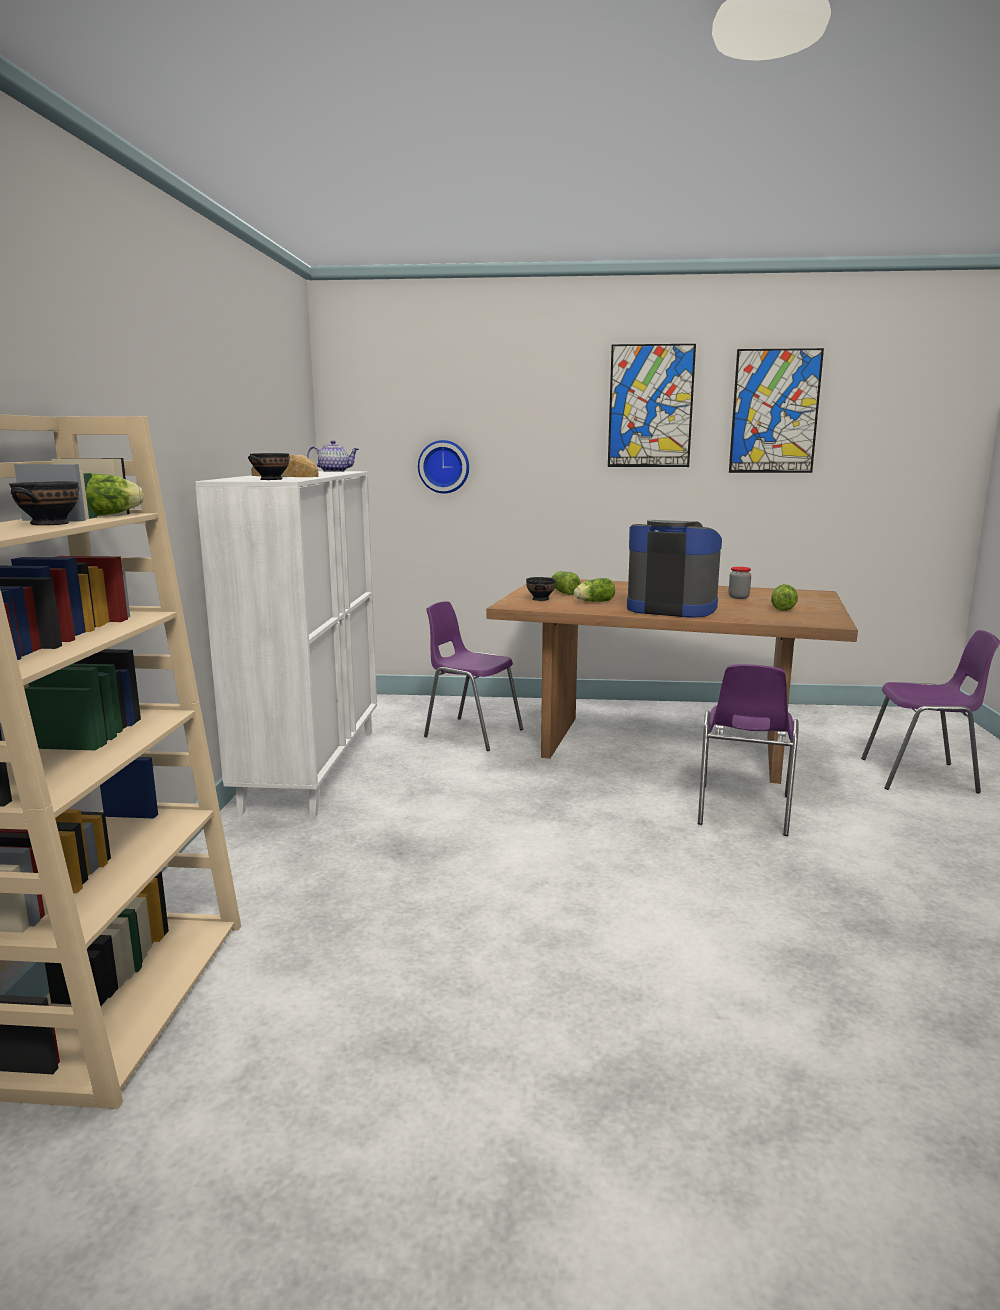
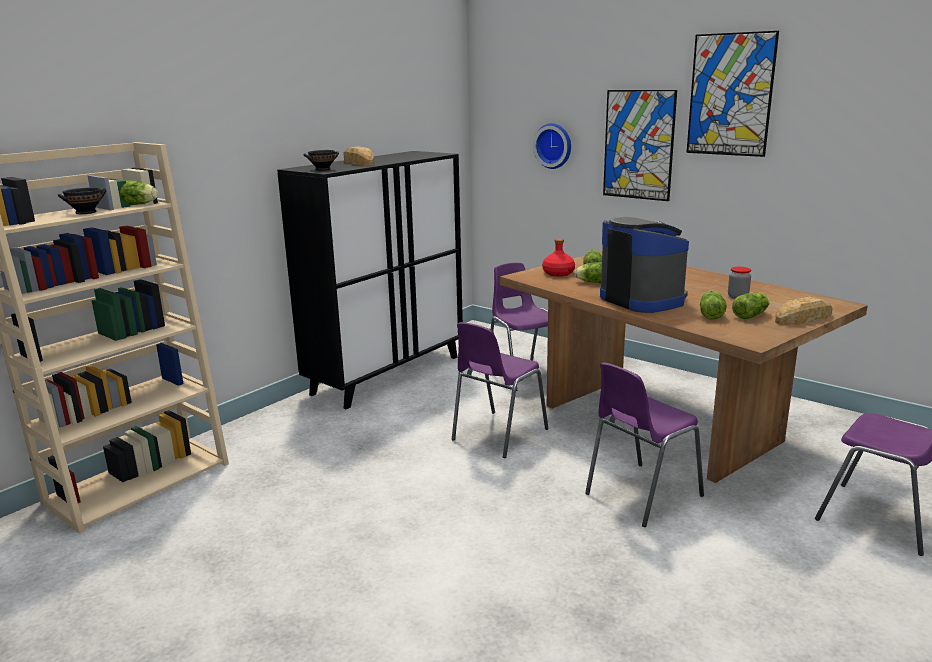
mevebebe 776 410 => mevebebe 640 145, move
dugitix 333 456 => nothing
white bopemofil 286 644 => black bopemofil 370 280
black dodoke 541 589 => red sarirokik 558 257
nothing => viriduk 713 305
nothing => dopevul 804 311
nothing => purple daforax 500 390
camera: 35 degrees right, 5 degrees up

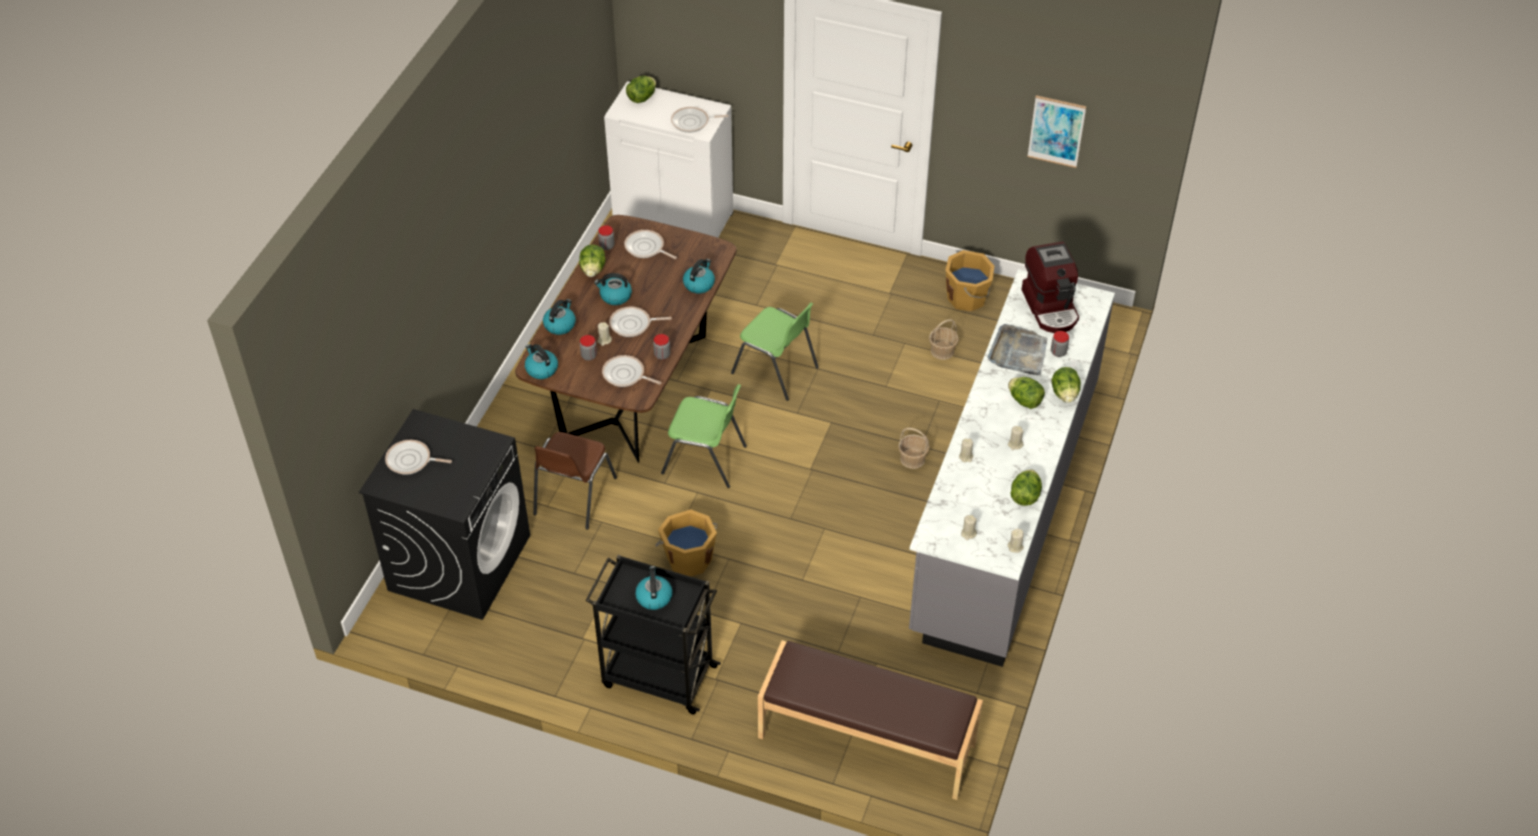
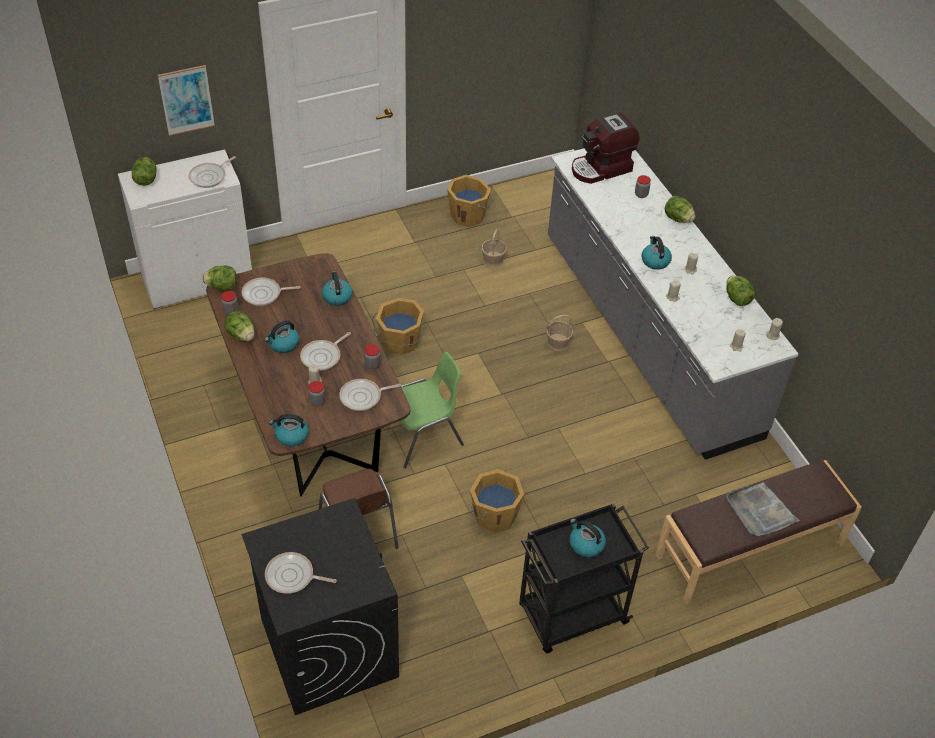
mevebebe 1056 131 => mevebebe 186 100, move
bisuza 1050 287 => bisuza 606 148, 120 degrees clockwise
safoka 559 317 => safoka 657 253, move
green daforax 775 352 => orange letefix 399 326
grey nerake 1017 349 => grey nerake 763 509, move
viriduk 1026 393 => viriduk 219 278, move
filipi 418 457 => filipi 301 573, 45 degrees clockwise
camera: 45 degrees left, 0 degrees up

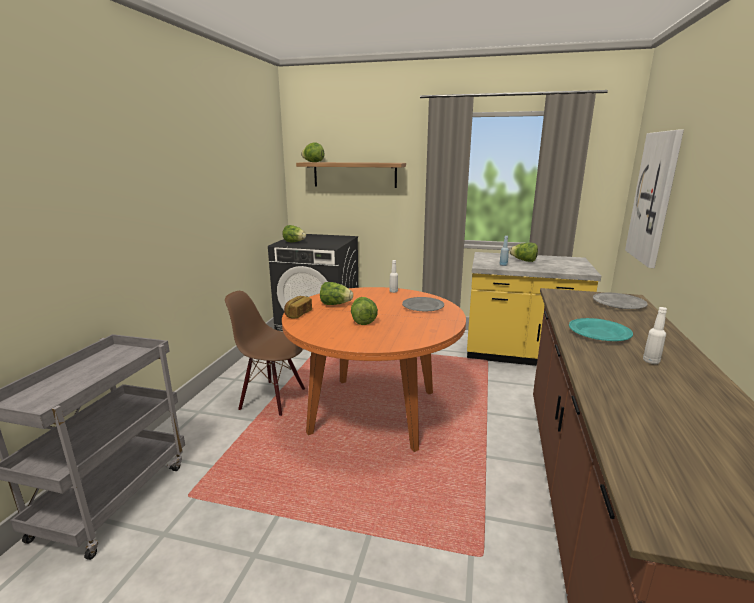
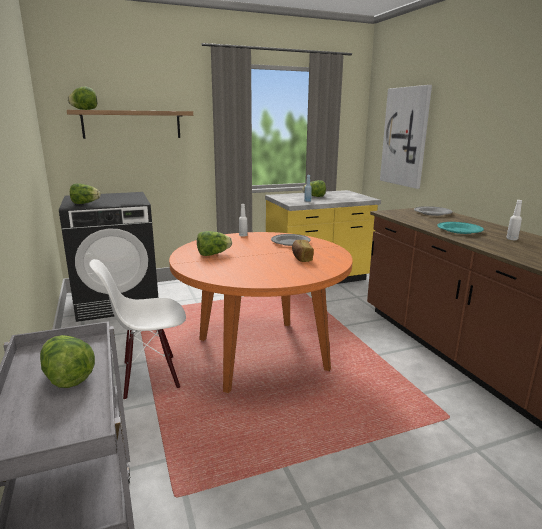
brown daforax 265 353 => white daforax 137 329
dopevul 298 307 => dopevul 303 251, move
viriduk 364 311 => viriduk 67 361, move
camera: 35 degrees left, 0 degrees up

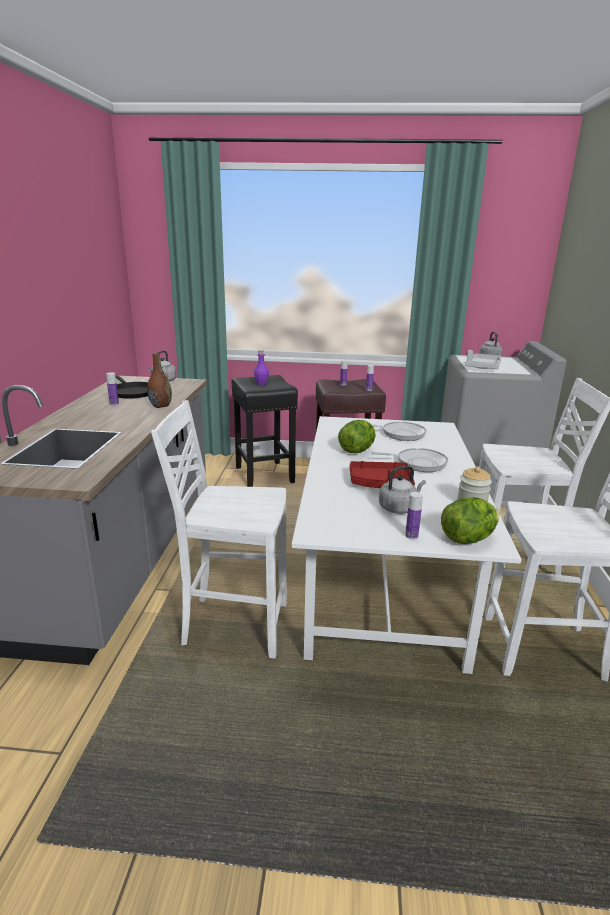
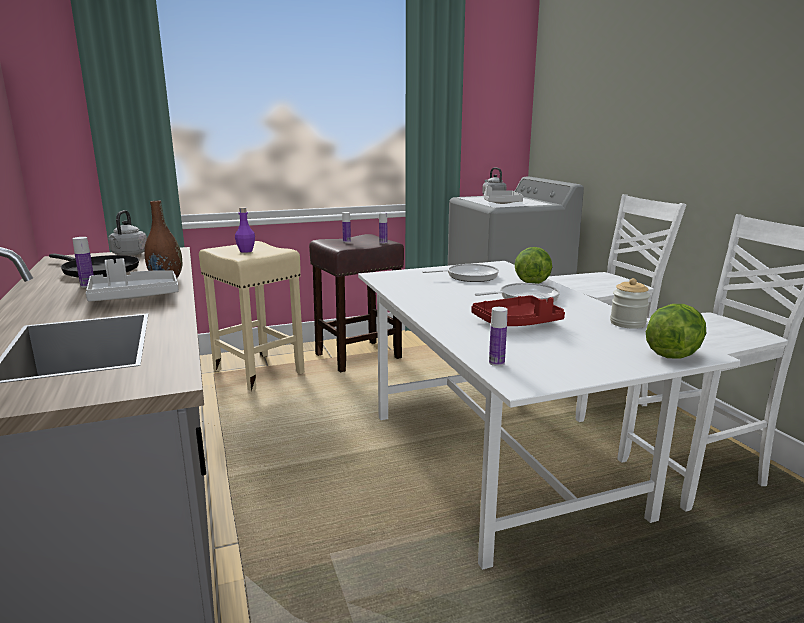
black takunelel 264 431 => beige takunelel 252 316
white daforax 219 529 => nothing
viriduk 357 436 => viriduk 533 265, move
grey safoka 402 489 => nothing
sarirokik 414 515 => sarirokik 498 336, move
nothing => grey nerake 132 280
camera: 25 degrees left, 5 degrees down

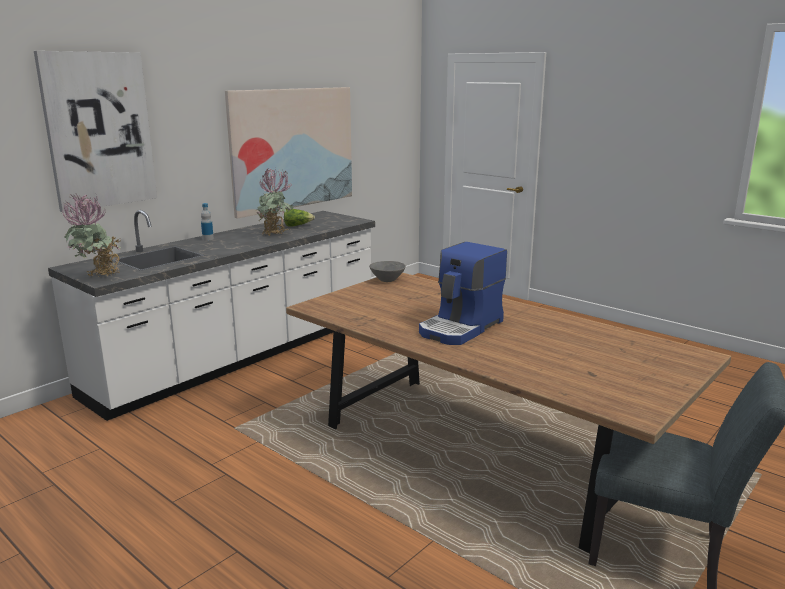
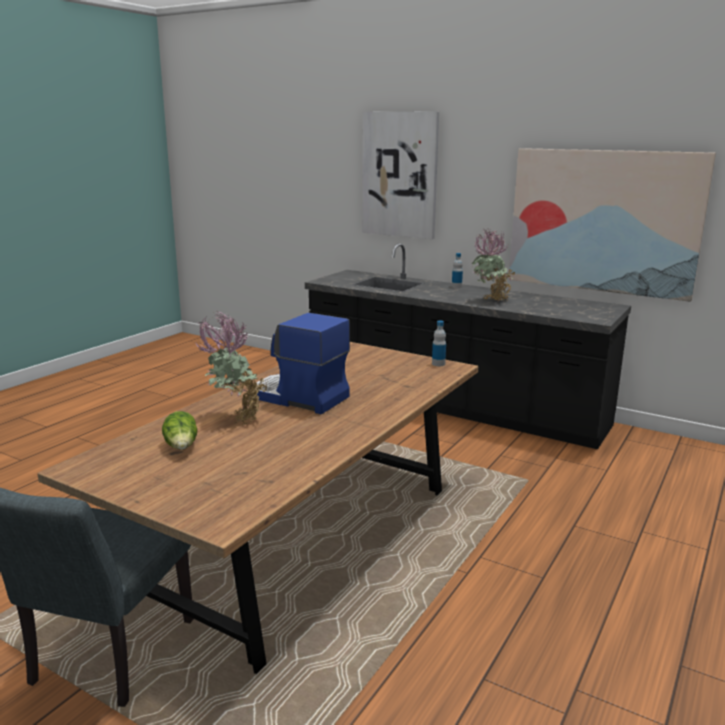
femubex 92 235 => femubex 230 368, move
viriduk 299 218 => viriduk 179 430, move
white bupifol 211 315 => black bupifol 468 346
grey dodoke 387 271 => sarirokik 439 343
camera: 80 degrees right, 0 degrees up

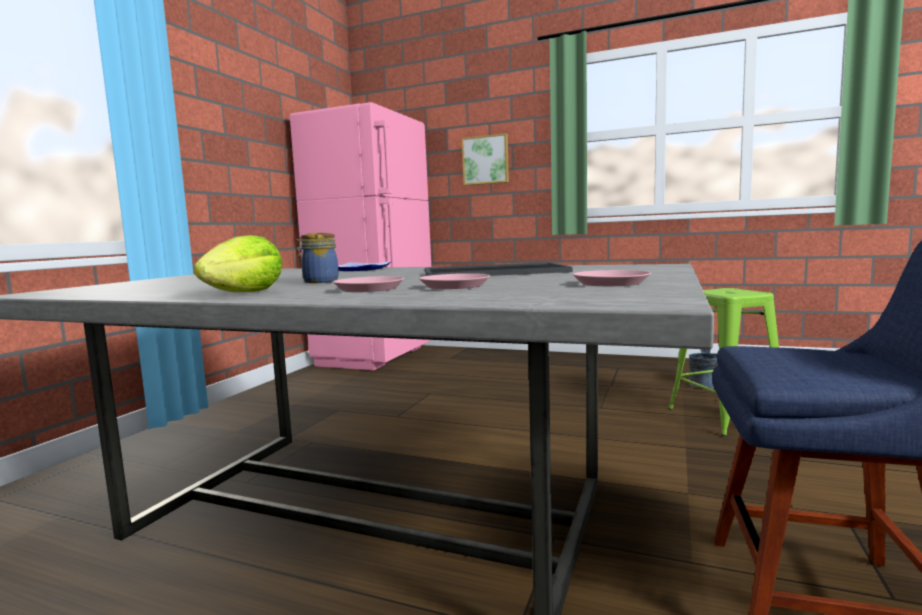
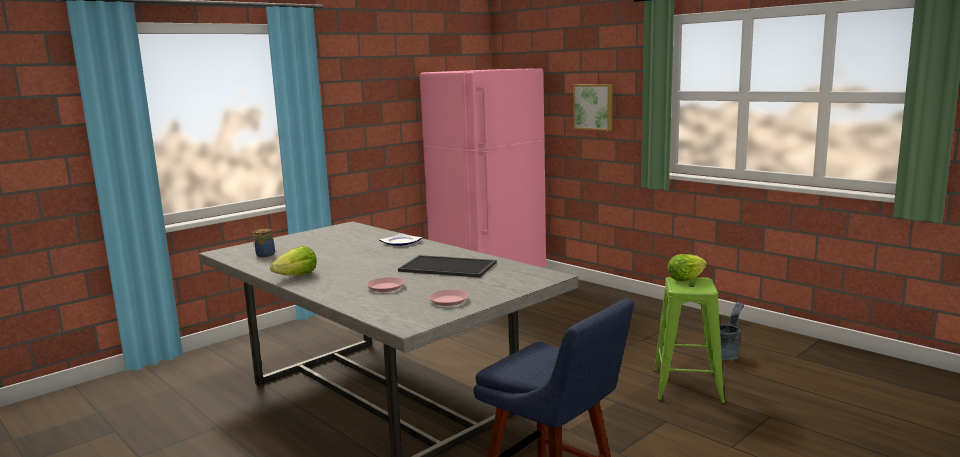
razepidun 317 258 => razepidun 264 243, move
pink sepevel 368 284 => nothing
nothing => viriduk 687 267
camera: 25 degrees right, 5 degrees up

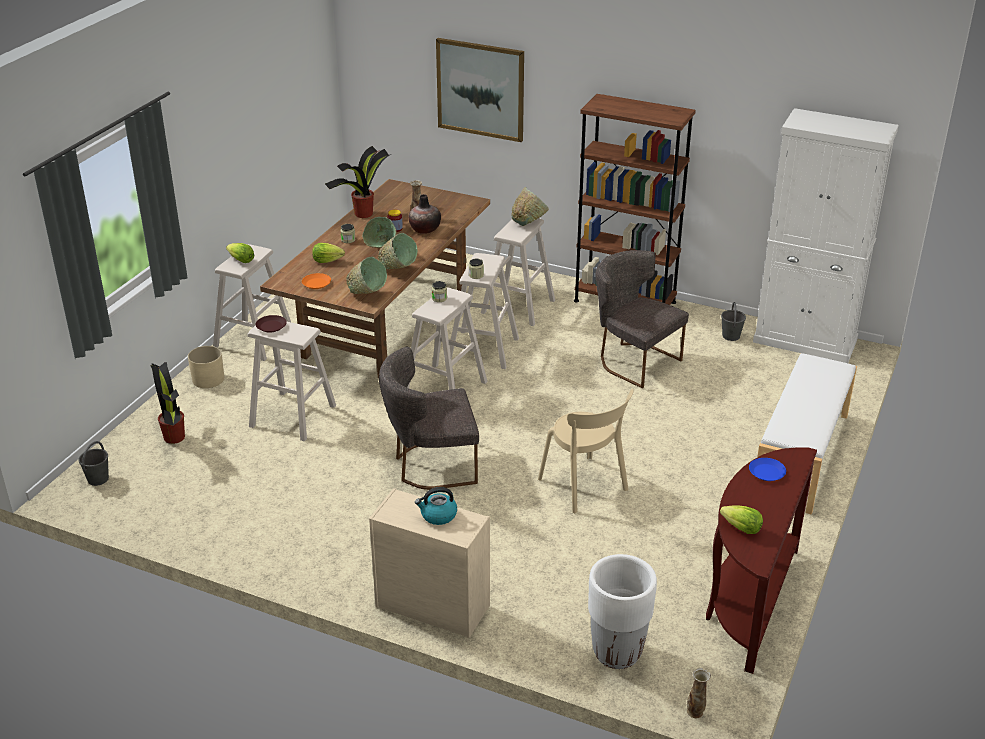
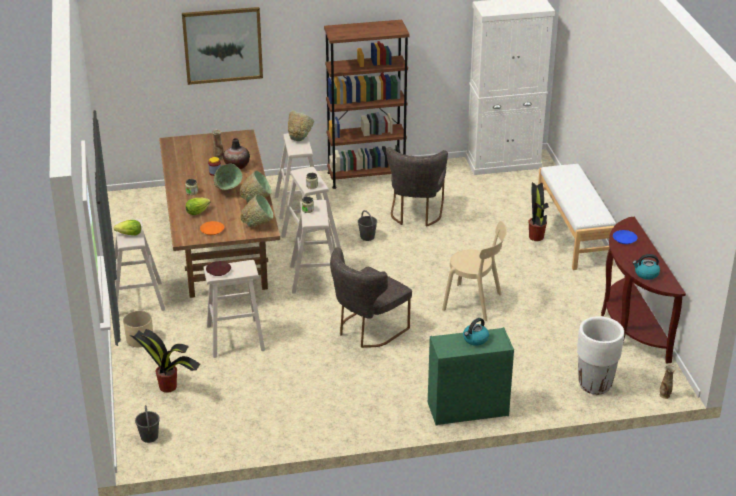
femubex 358 182 => femubex 538 211, move
grey daforax 642 319 => grey daforax 417 187, 90 degrees counterclockwise
grey letefix 733 321 => grey letefix 367 225, move
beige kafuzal 429 563 => green kafuzal 471 376
viriduk 741 519 => safoka 646 267
camera: 35 degrees left, 0 degrees up

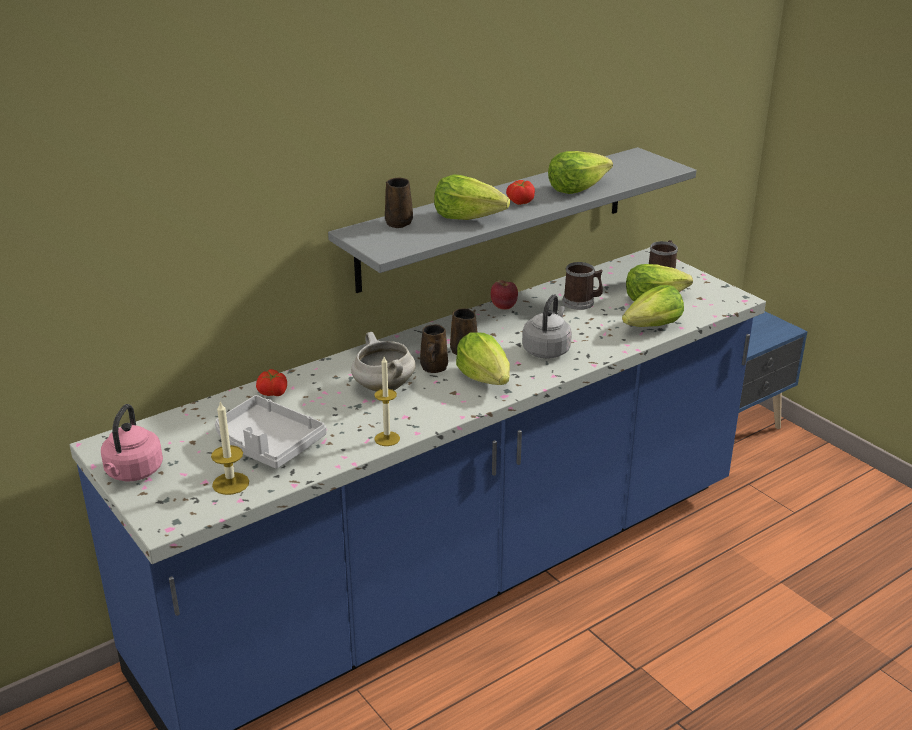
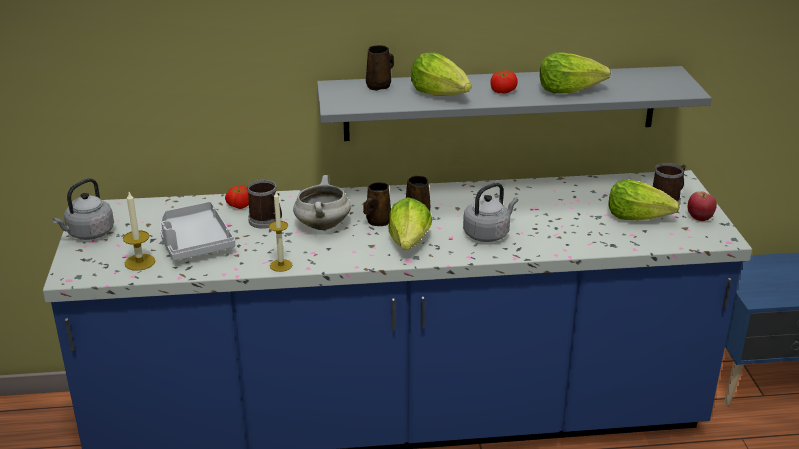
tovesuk 583 286 => tovesuk 264 204, move
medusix 504 295 => medusix 702 206, move
viriduk 653 306 => nothing
pink safoka 132 442 => grey safoka 83 209
camera: 30 degrees right, 0 degrees up

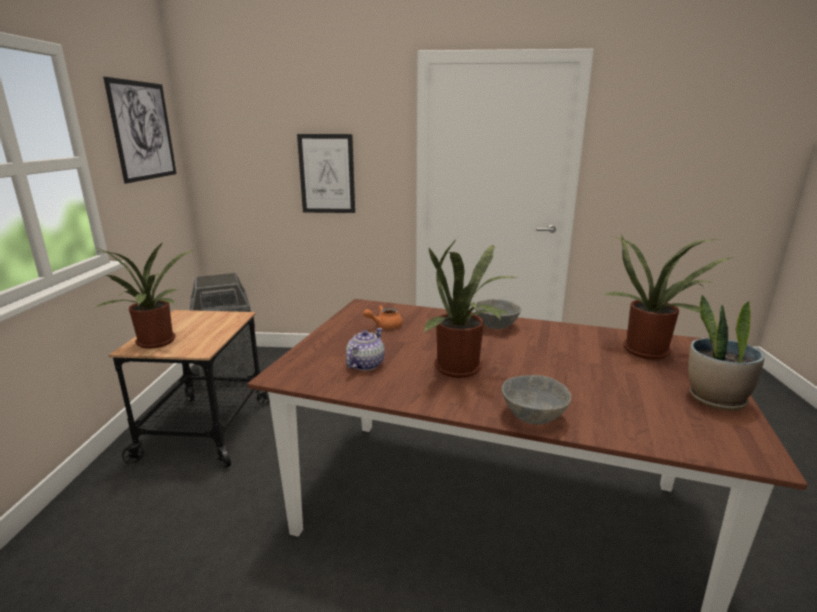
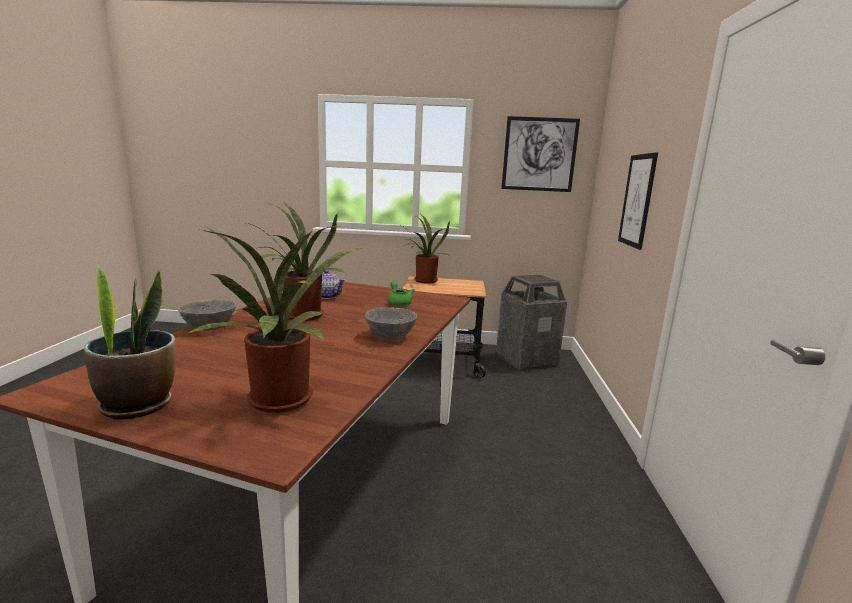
orange dugitix 383 317 => green dugitix 401 293
camera: 90 degrees right, 5 degrees down

